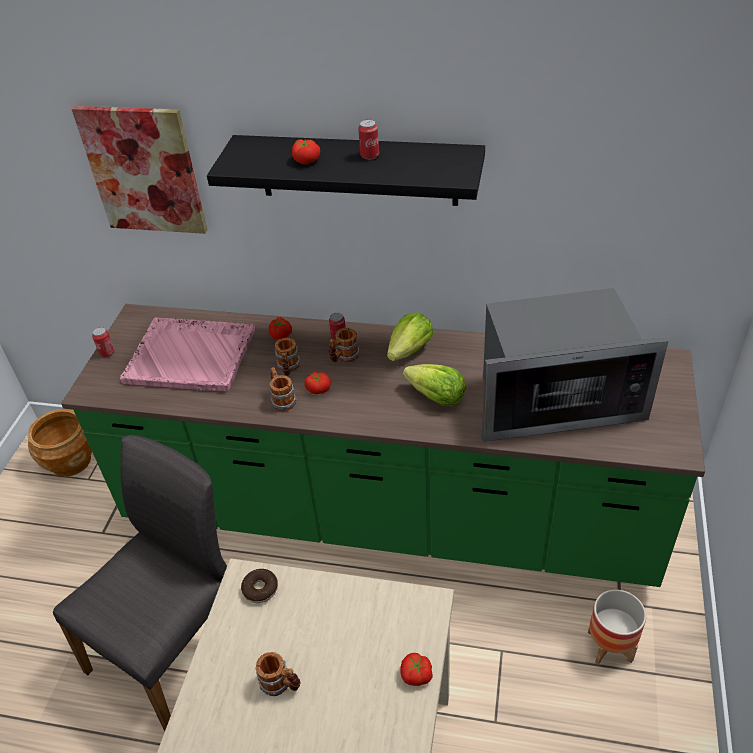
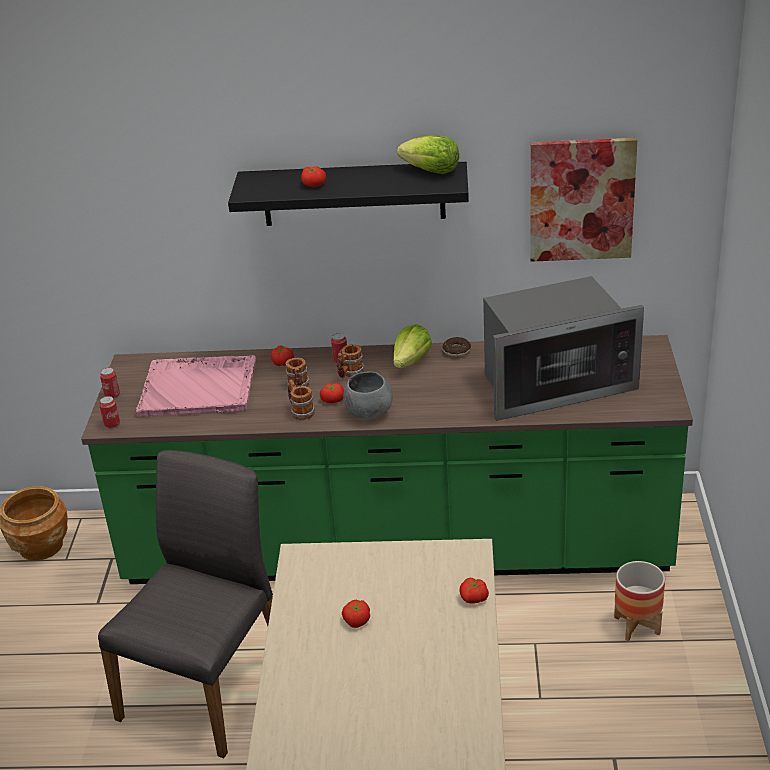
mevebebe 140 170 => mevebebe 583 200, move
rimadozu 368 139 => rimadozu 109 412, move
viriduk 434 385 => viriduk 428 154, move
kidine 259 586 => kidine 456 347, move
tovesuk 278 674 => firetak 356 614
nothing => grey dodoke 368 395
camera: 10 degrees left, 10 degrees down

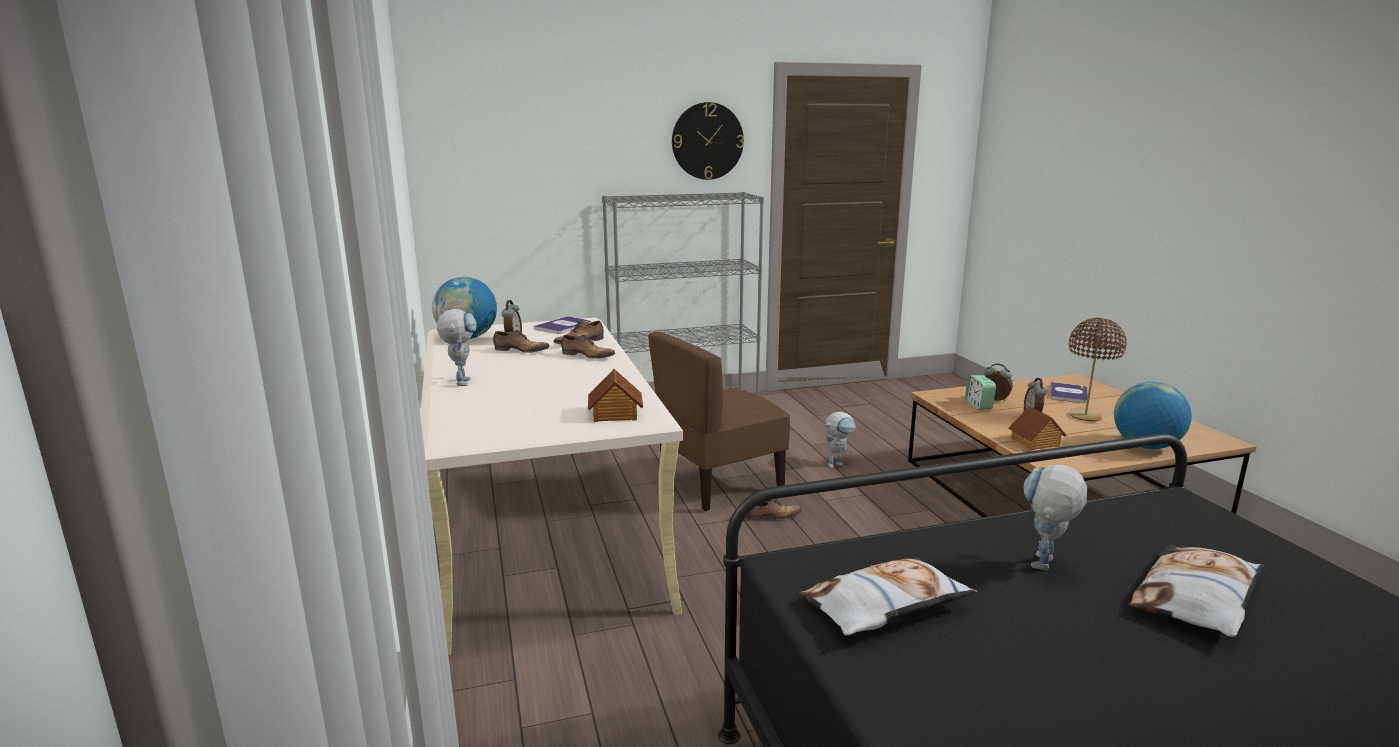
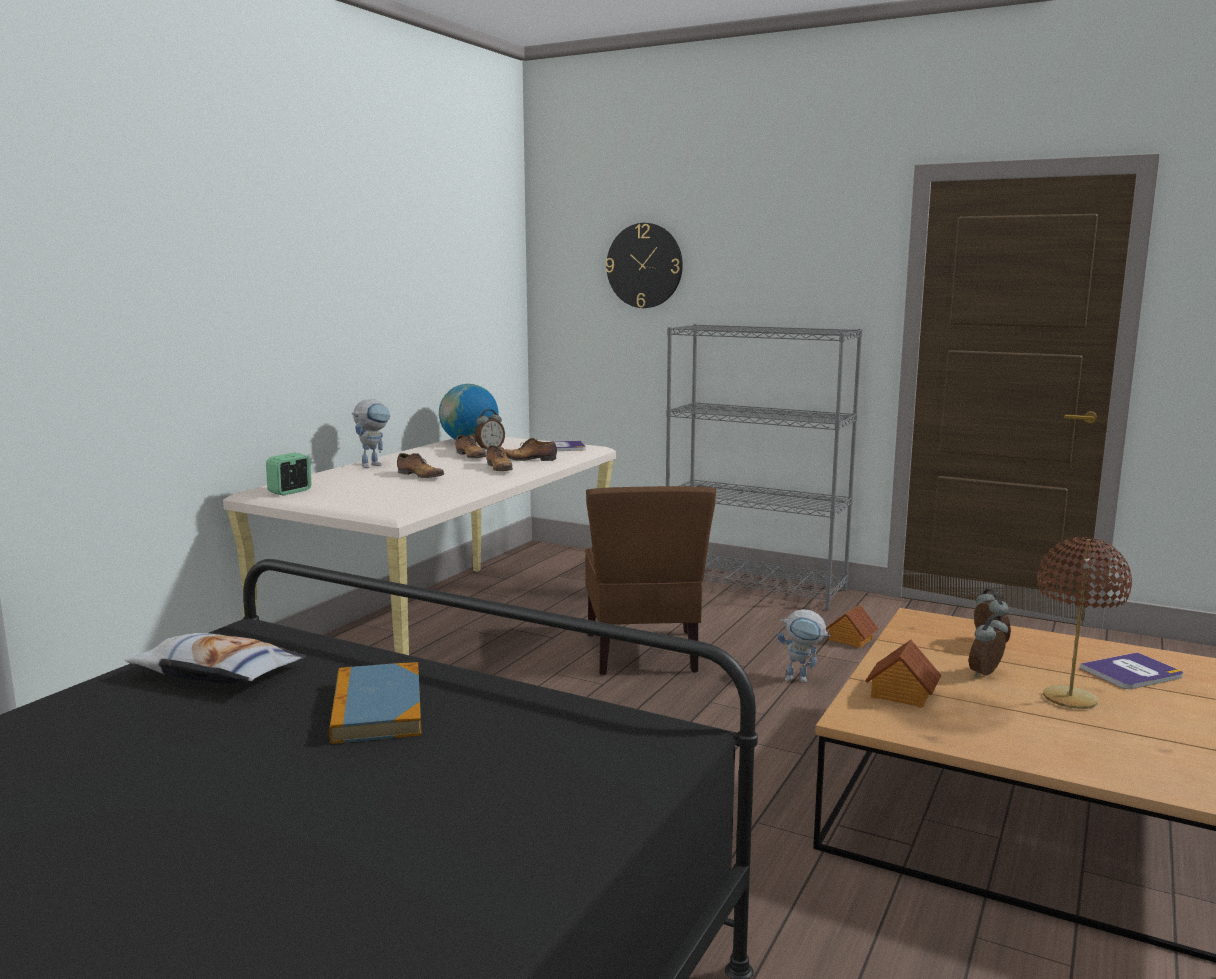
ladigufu 708 141 => ladigufu 644 265, move
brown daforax 719 421 => brown daforax 650 581, 105 degrees counterclockwise
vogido 615 395 => vogido 852 626, move
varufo 980 392 => varufo 289 474, move
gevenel 1153 415 => nothing
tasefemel 1055 517 => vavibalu 375 703
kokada 774 509 => kokada 420 465, move
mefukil 1196 591 => nothing
camera: 45 degrees right, 5 degrees down

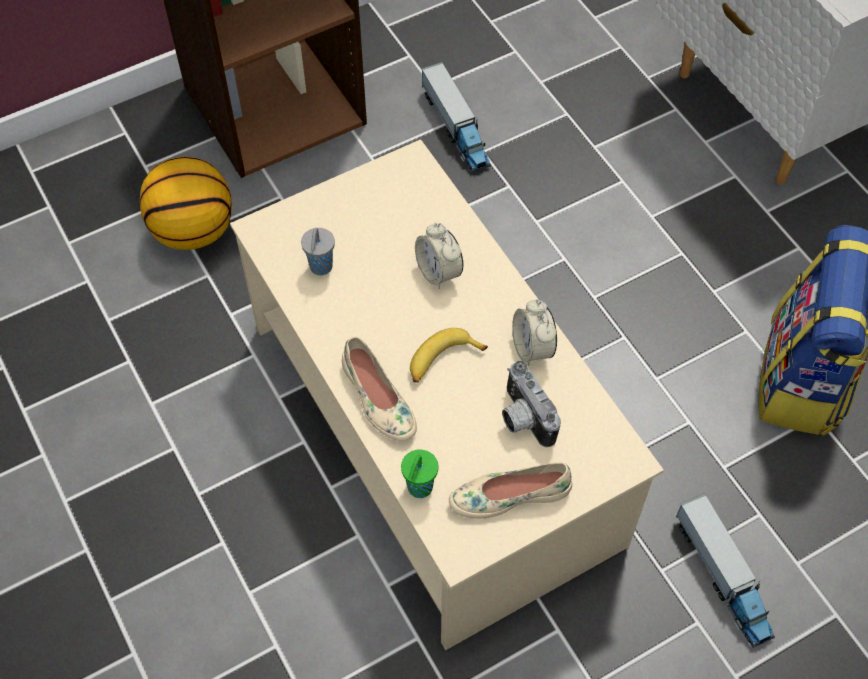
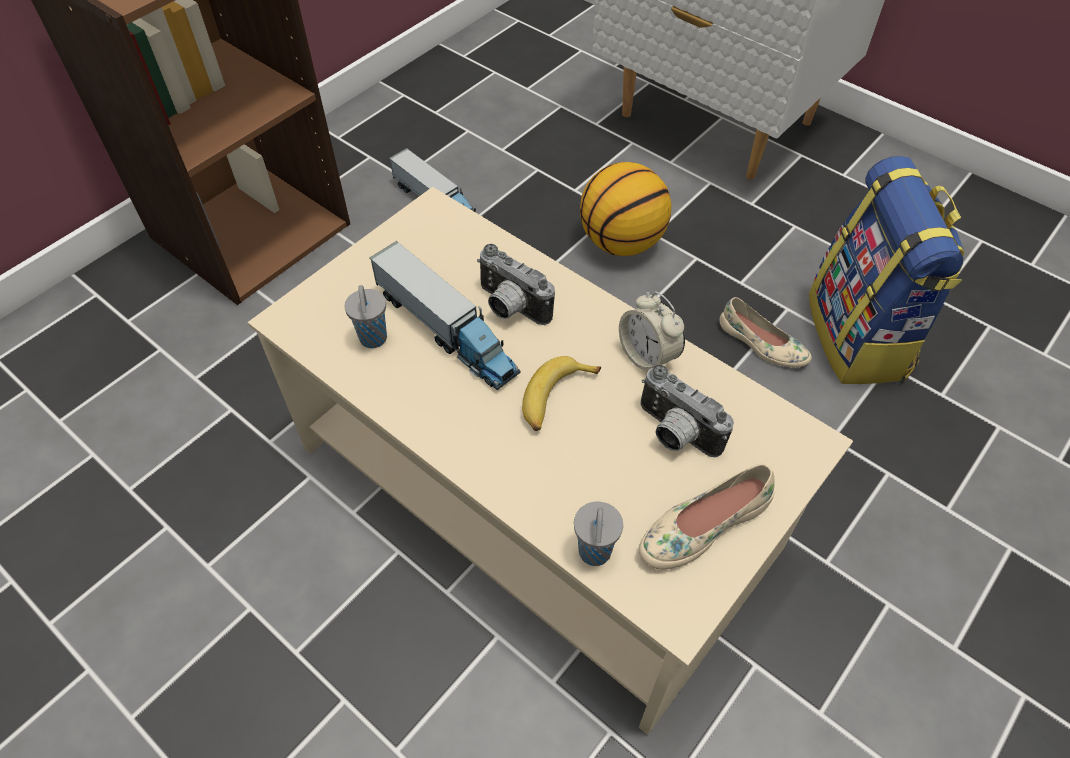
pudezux 186 203 => pudezux 625 209, move
varufo 439 256 => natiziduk 516 284
beige kokada 379 389 => beige kokada 765 332, move
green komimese 419 474 => grey komimese 598 534
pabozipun 725 570 => pabozipun 445 315, move
camera: 20 degrees left, 5 degrees down

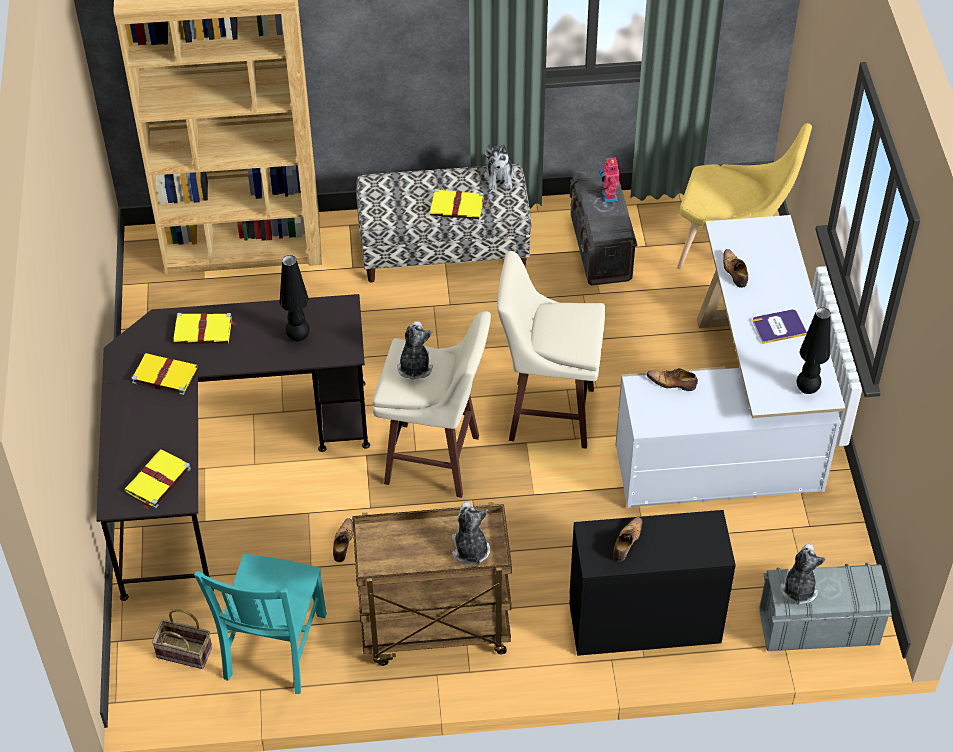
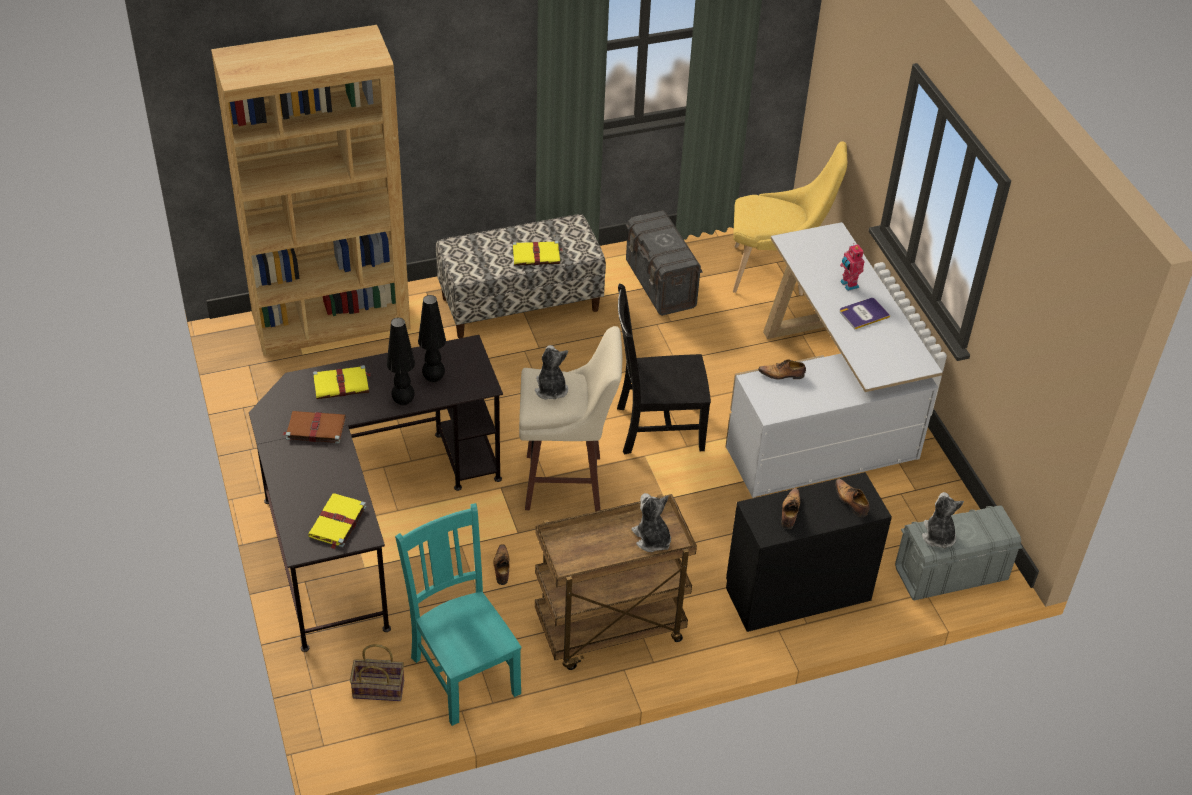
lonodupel 500 167 => nothing
tasefemel 609 179 => tasefemel 852 267, move
kokada 735 268 => kokada 852 498, move
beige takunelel 551 350 => black daforax 664 369
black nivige 814 351 => black nivige 401 361, move
yellow vavibalu 164 374 => brown vavibalu 314 427
turquoise daforax 260 624 => turquoise daforax 458 614, 150 degrees clockwise
camera: 15 degrees left, 5 degrees down

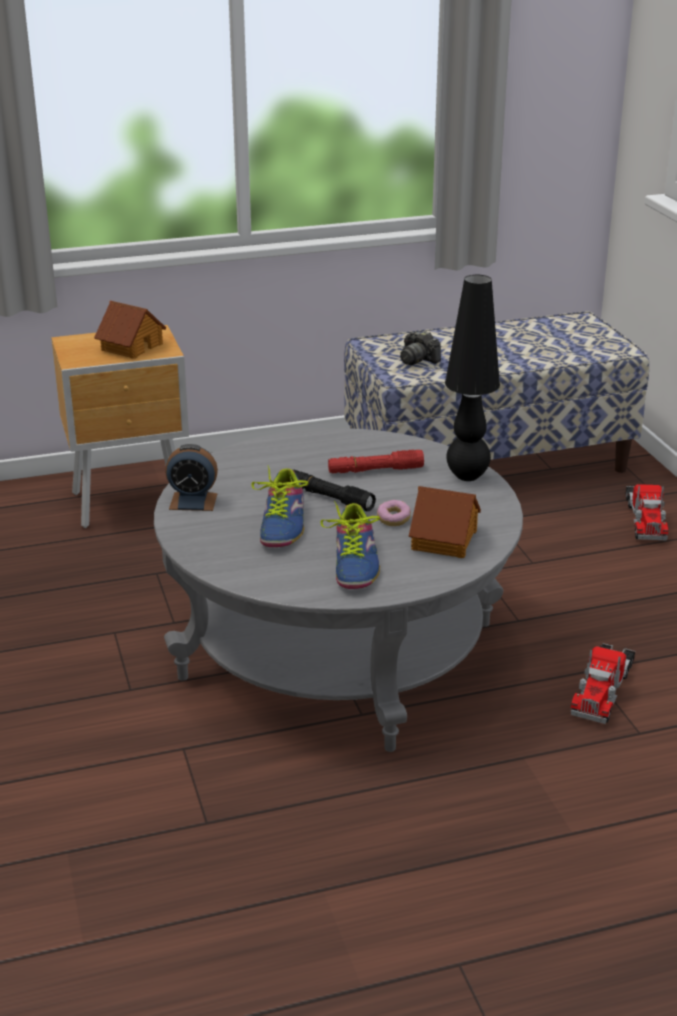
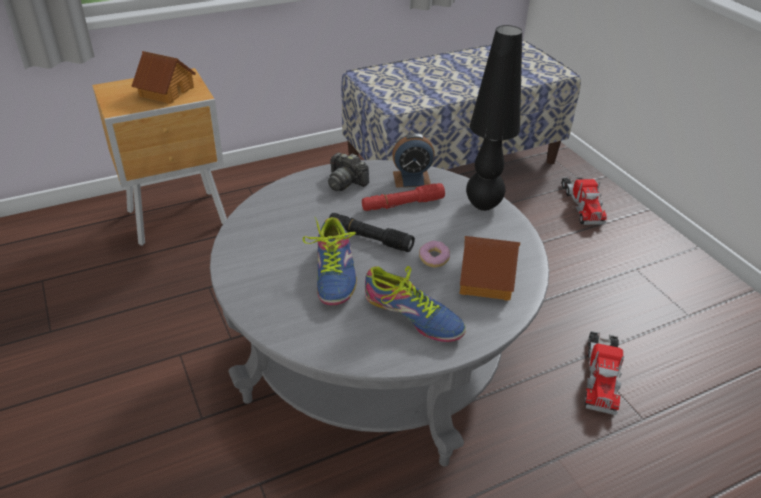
natiziduk 420 348 => natiziduk 348 172, move
varufo 191 477 => varufo 413 160, move
kokada 350 545 => kokada 415 304, 45 degrees counterclockwise
camera: 10 degrees left, 10 degrees up

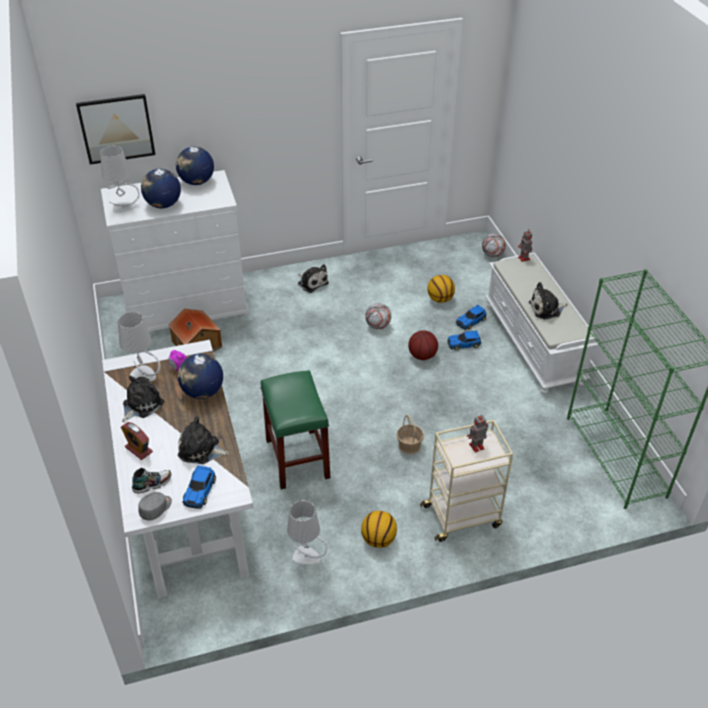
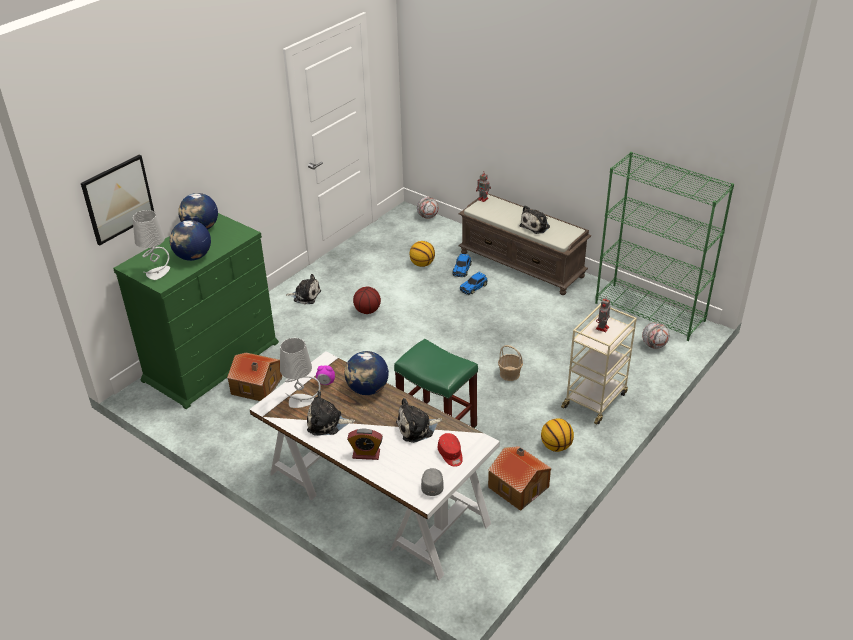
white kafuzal 175 251 => green kafuzal 196 311
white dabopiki 542 323 => brown dabopiki 525 244
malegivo 378 316 => malegivo 655 335, move
pudezux 423 345 => pudezux 367 300, move
lonodupel 143 399 => lonodupel 331 413, 90 degrees counterclockwise
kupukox 199 487 => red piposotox 450 450
kokada 152 481 => nothing
grey nivige 307 532 => vogido 520 478
camera: 35 degrees left, 5 degrees down

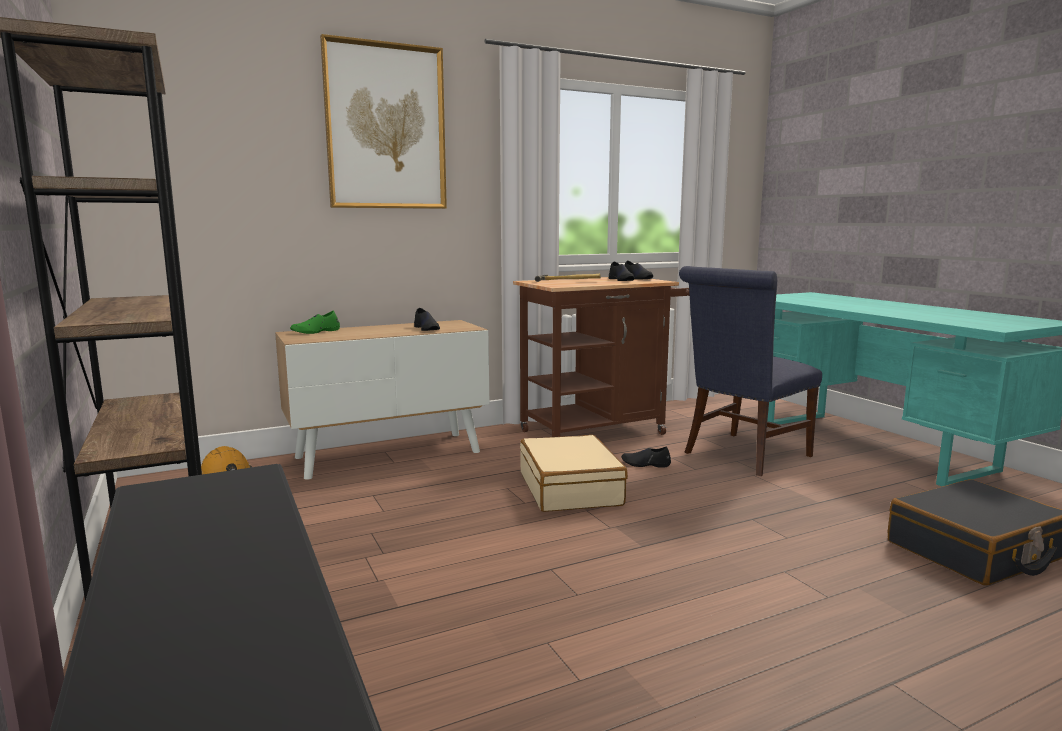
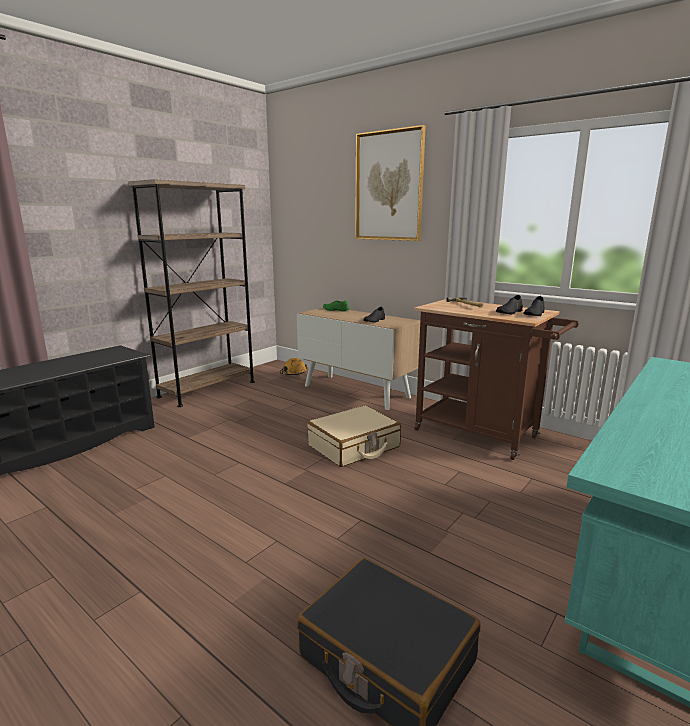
blue daforax 750 371 => nothing
black kokada 646 457 => nothing
camera: 65 degrees right, 5 degrees up

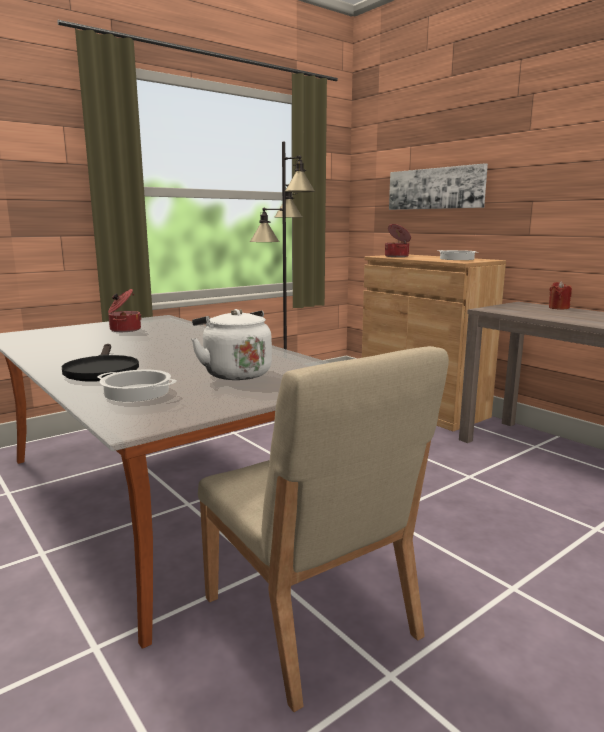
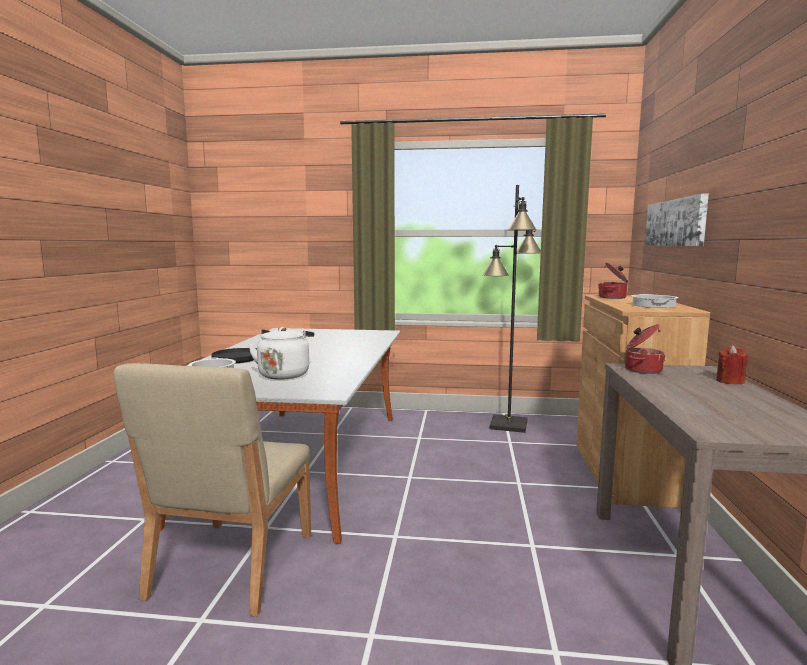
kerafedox 125 310 => kerafedox 645 349, move
camera: 45 degrees right, 5 degrees down

